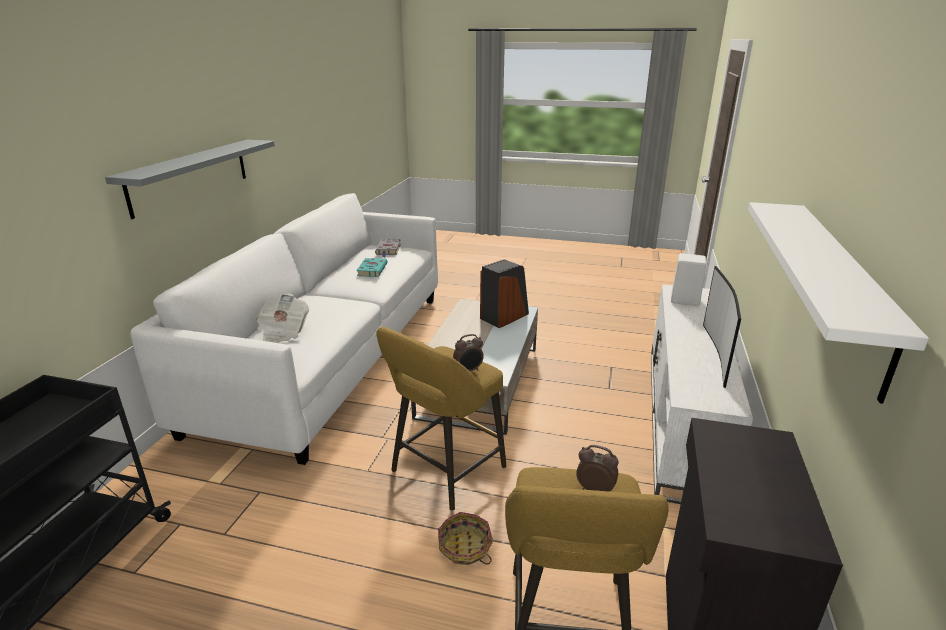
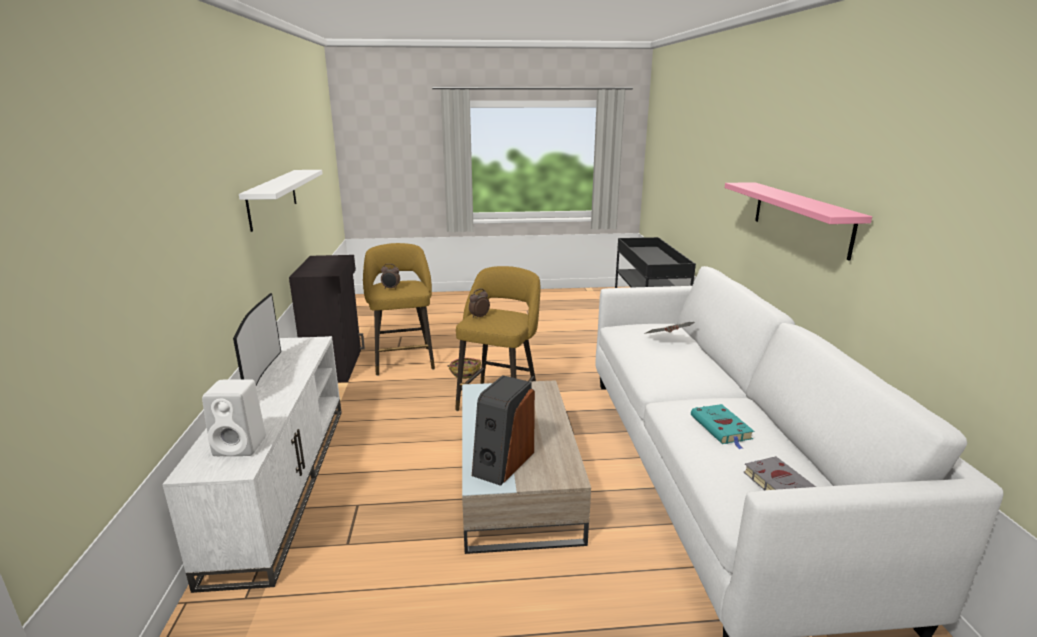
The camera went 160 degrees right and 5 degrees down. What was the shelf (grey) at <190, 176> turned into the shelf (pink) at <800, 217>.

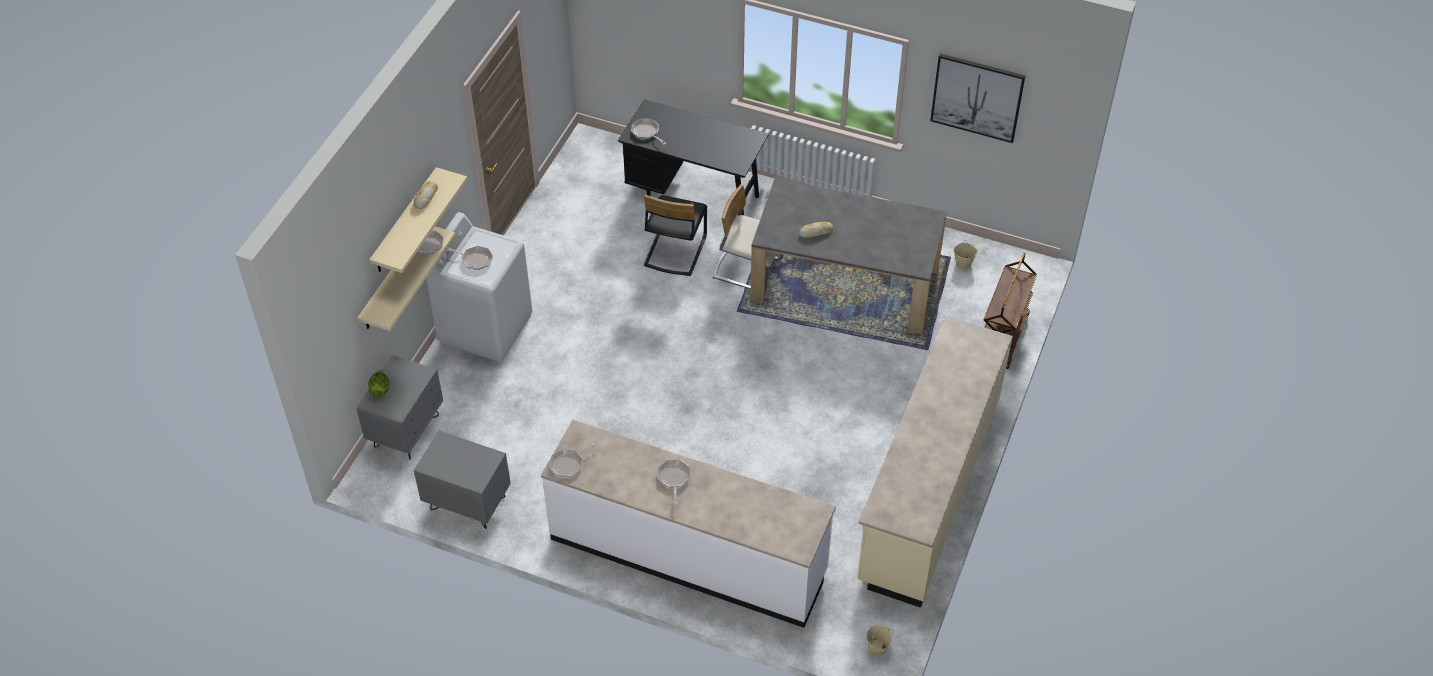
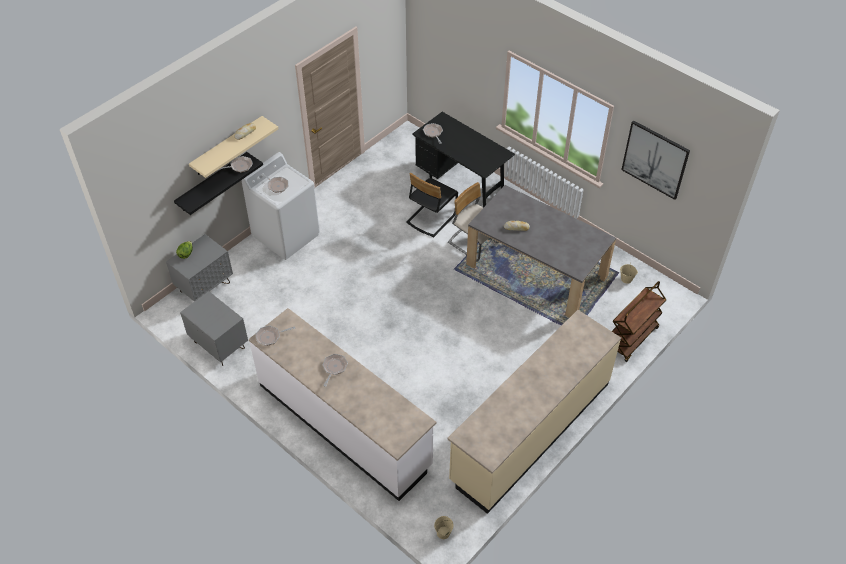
The camera went 20 degrees right and 0 degrees up. What was the shelf (beige) at <393, 278> turned into the shelf (black) at <212, 182>.

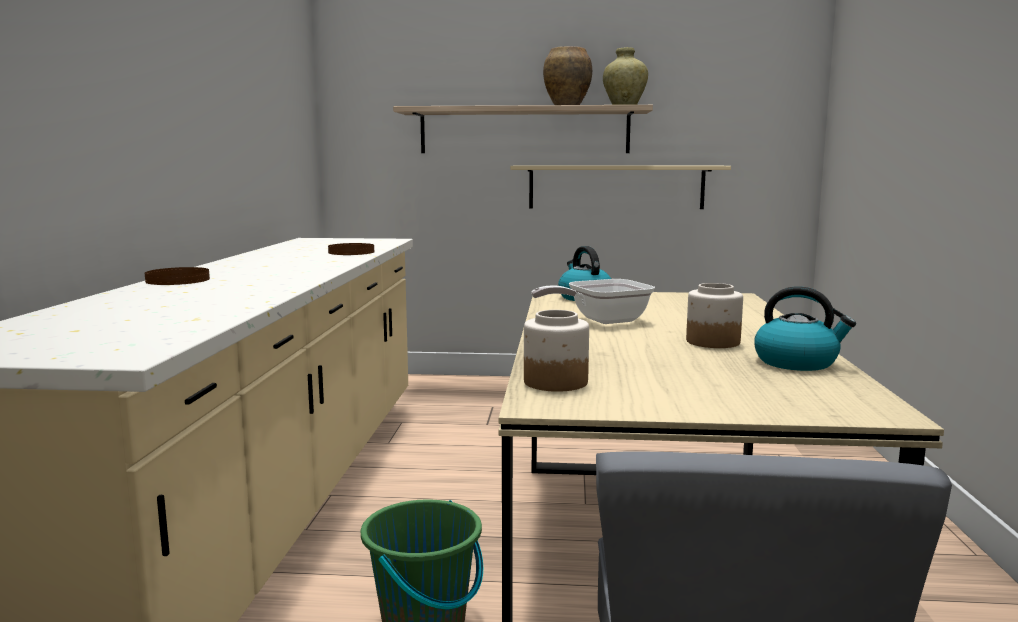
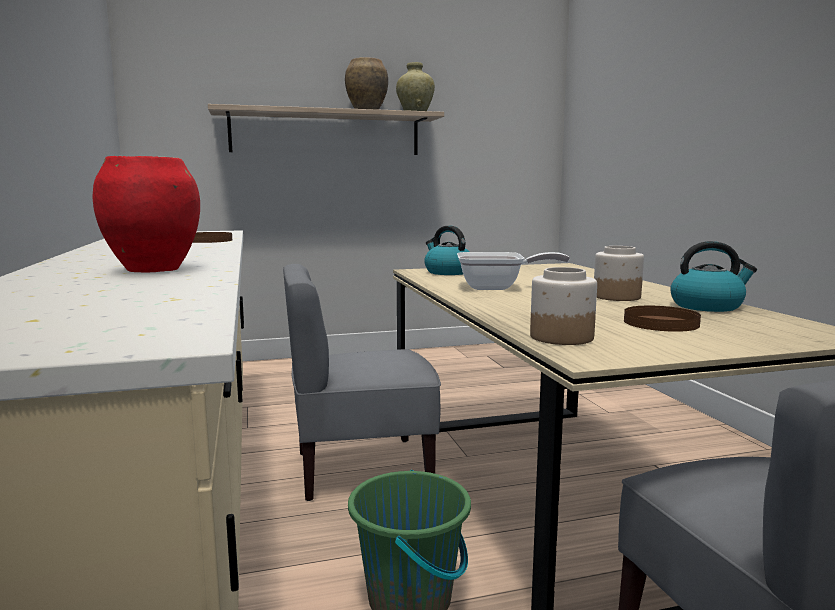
The camera went 20 degrees left and 0 degrees up. The second view lost the shelf (beige) at <616, 187>. The plate (brown) ended up elsewhere, having gone from <177, 280> to <661, 323>. The frying pan at <601, 321> ended up facing another way, 135 degrees counterclockwise from before. The second view gained the vase (red) at <154, 270>. The second view gained the chair (grey) at <361, 469>.

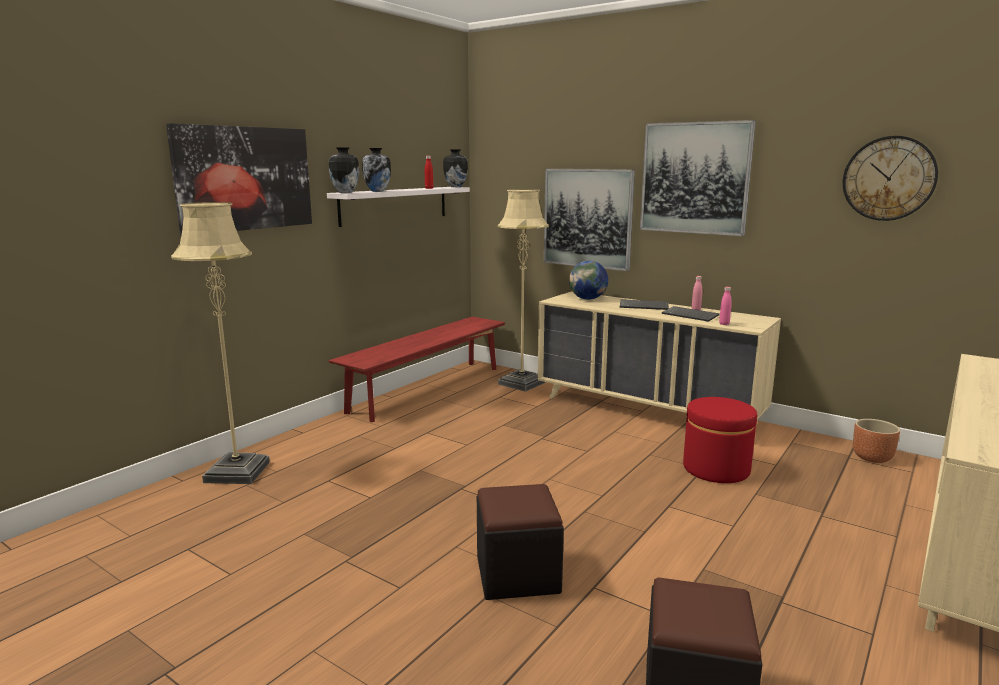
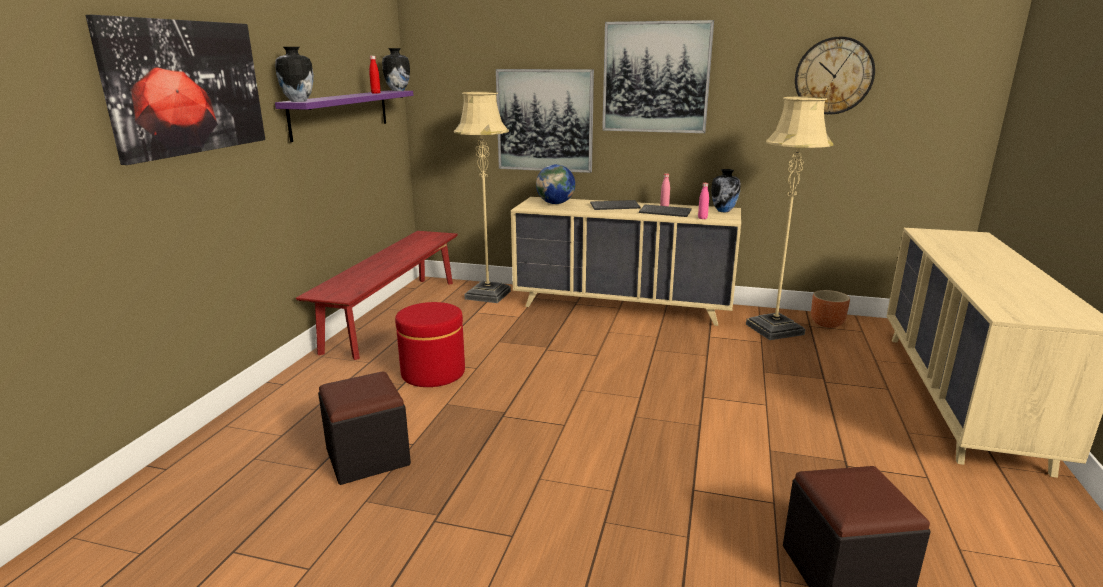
The camera went 20 degrees left and 5 degrees up. The vase ended up elsewhere, having gone from <378, 191> to <724, 211>. What was the shelf (white) at <395, 205> turned into the shelf (purple) at <341, 113>. The floor lamp (beige) ended up elsewhere, having gone from <237, 472> to <774, 329>. The ottoman (red) ended up elsewhere, having gone from <716, 469> to <433, 373>. The ottoman (black) ended up elsewhere, having gone from <517, 574> to <367, 457>.

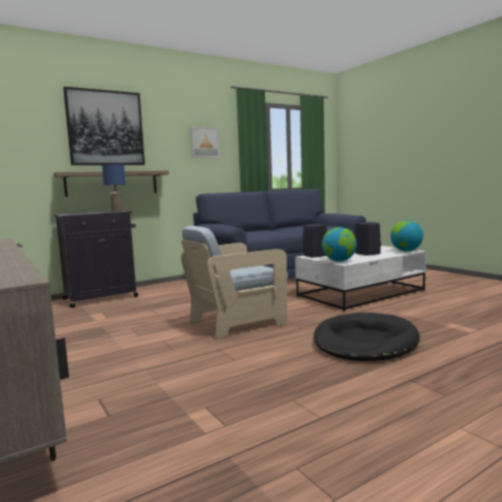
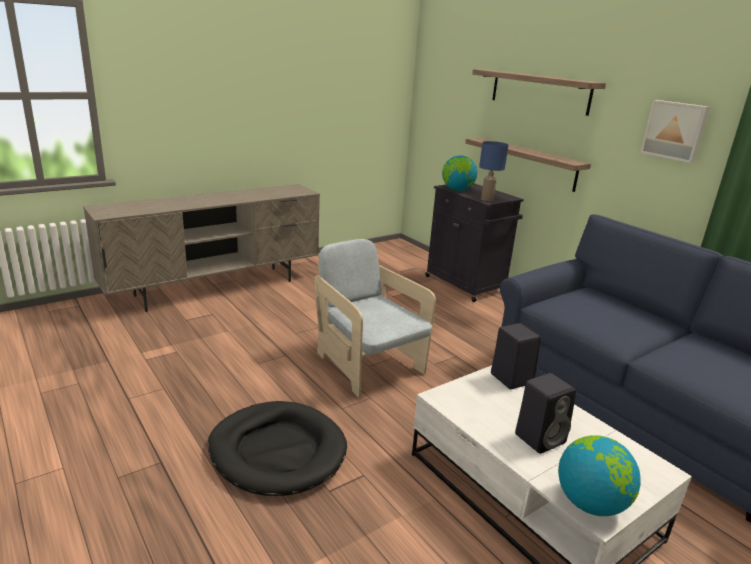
The camera went 85 degrees right and 15 degrees up. Where the picture hung at <105, 128>, the shelf came to hang at <539, 91>. The globe ended up elsewhere, having gone from <339, 261> to <457, 190>.

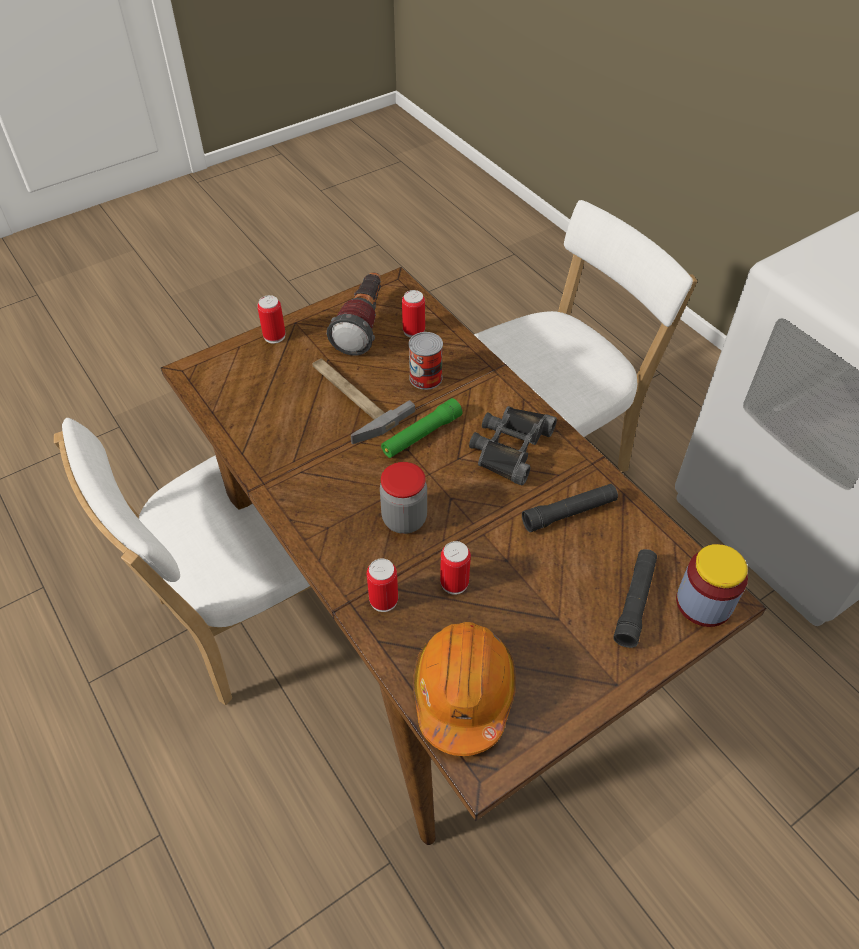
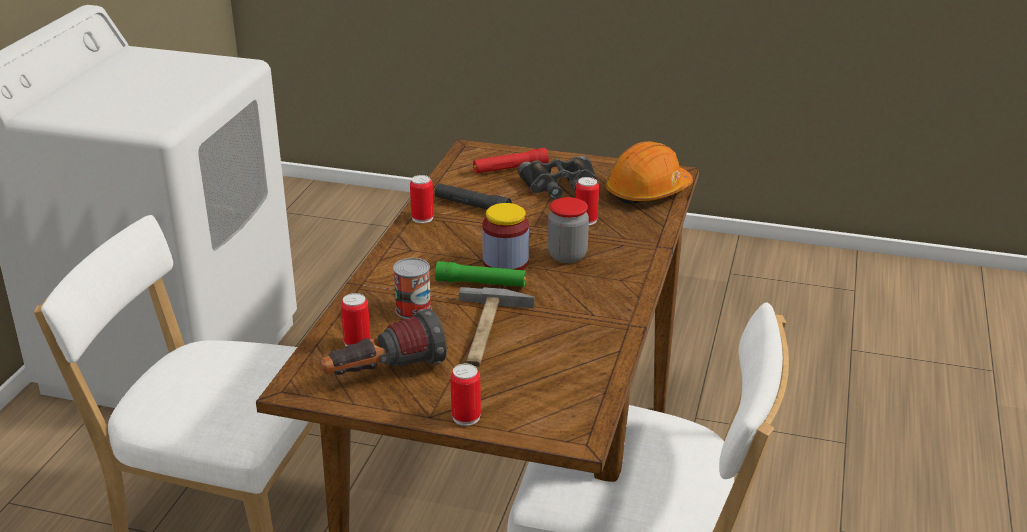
The camera went 130 degrees left and 20 degrees down. The binoculars (black) ended up elsewhere, having gone from <509, 447> to <560, 185>. The jar ended up elsewhere, having gone from <703, 603> to <505, 262>. What was the flashlight (black) at <635, 602> turned into the flashlight (red) at <510, 169>. The can ended up elsewhere, having gone from <383, 600> to <422, 218>.

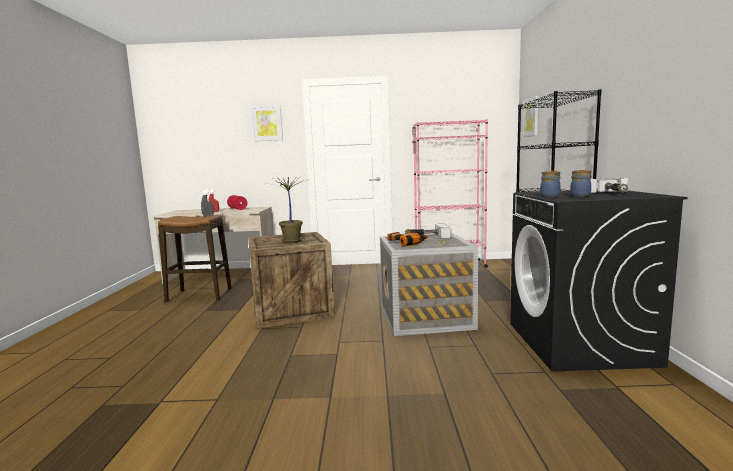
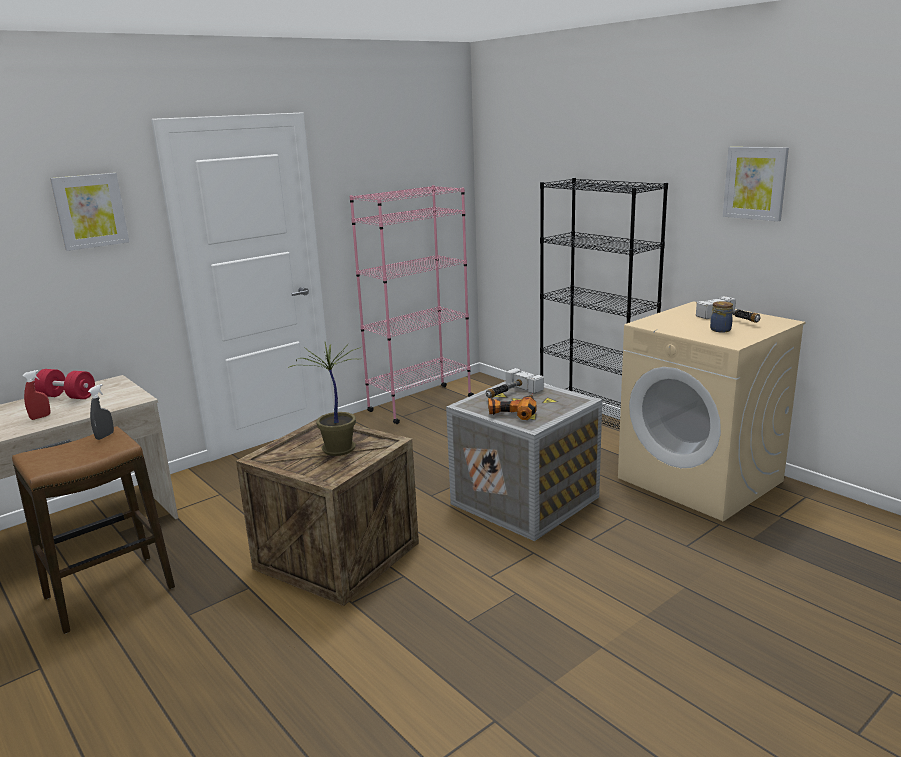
The camera went 40 degrees left and 10 degrees up. The picture ended up elsewhere, having gone from <531, 117> to <755, 183>. The second view lost the jar at <550, 196>. What was the washing machine (black) at <580, 344> turned into the washing machine (beige) at <701, 480>.

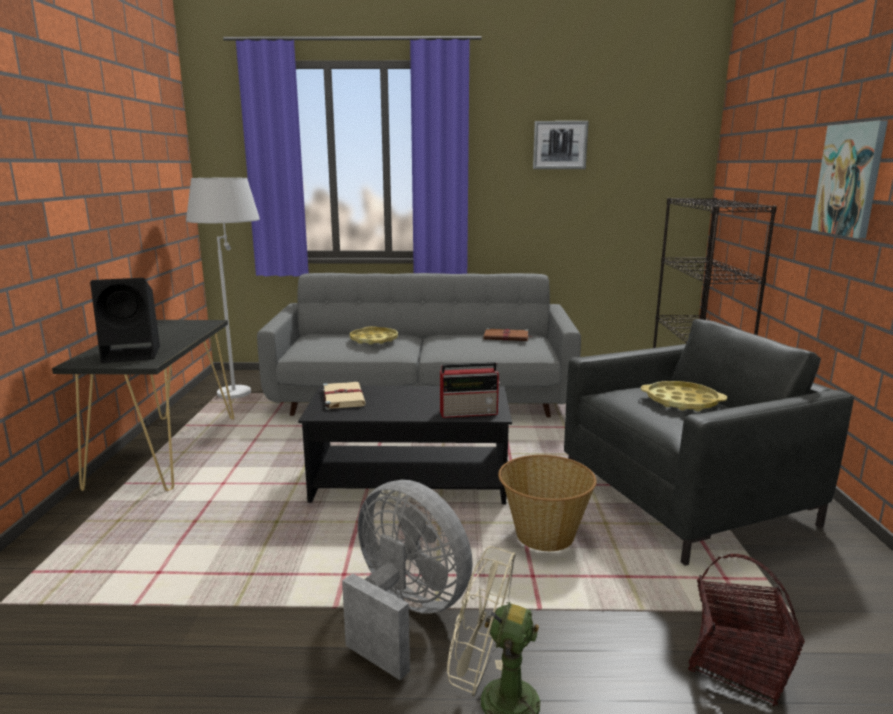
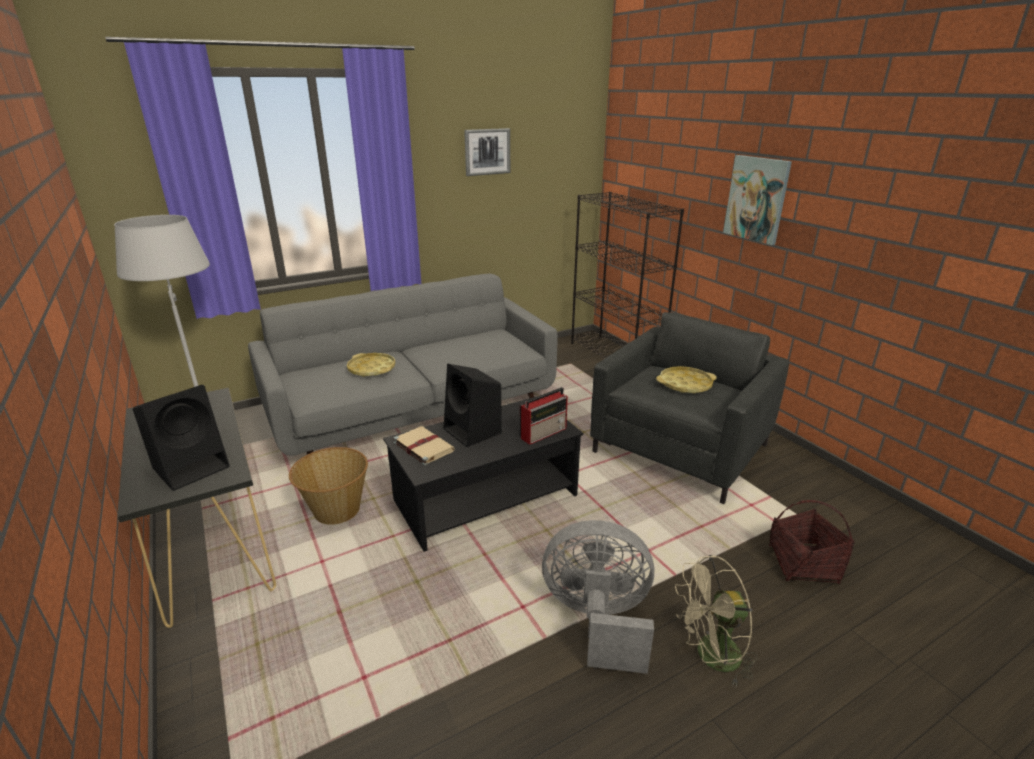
The camera went 30 degrees left and 10 degrees up. The second view lost the book (brown) at <507, 337>. The basket ended up elsewhere, having gone from <543, 536> to <336, 510>. The second view gained the speaker (black) at <473, 431>.

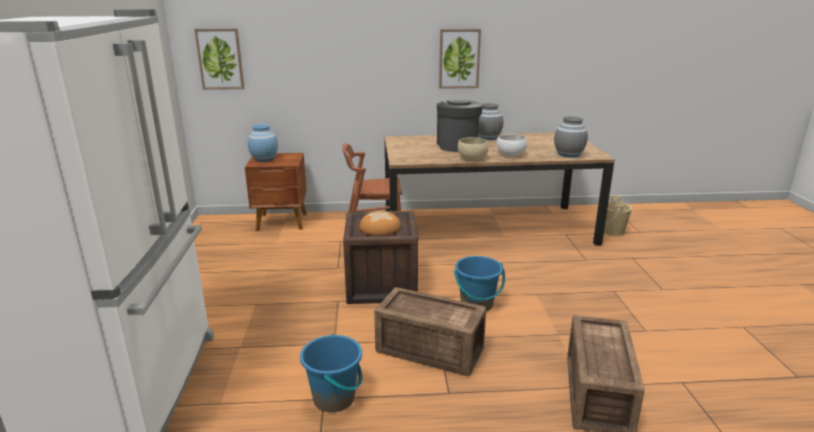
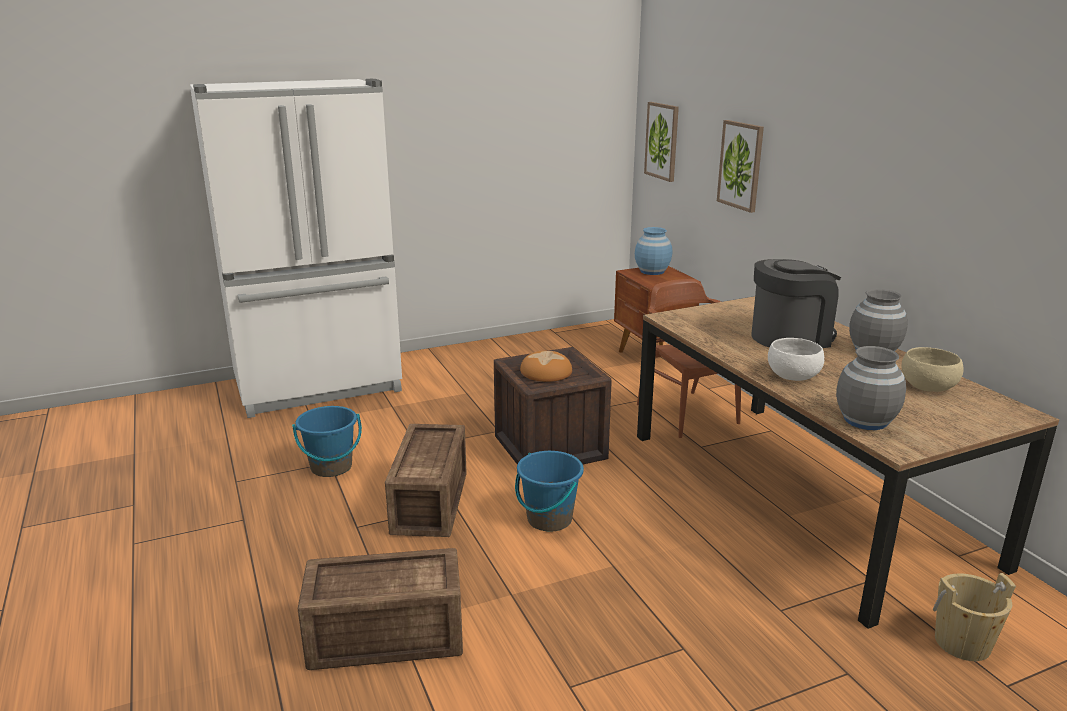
The camera went 70 degrees right and 0 degrees up. The picture ended up elsewhere, having gone from <459, 59> to <741, 165>. The bowl (beige) ended up elsewhere, having gone from <472, 158> to <928, 387>.

